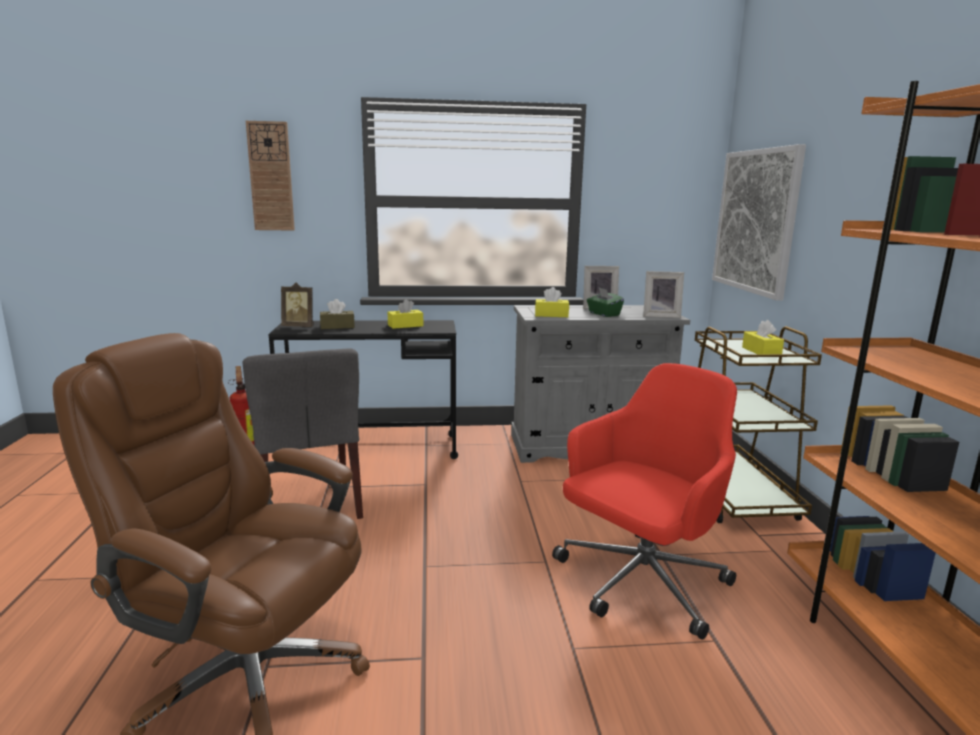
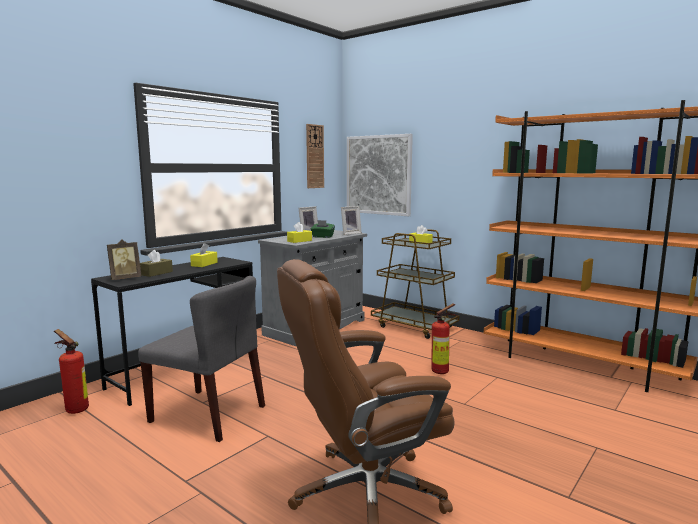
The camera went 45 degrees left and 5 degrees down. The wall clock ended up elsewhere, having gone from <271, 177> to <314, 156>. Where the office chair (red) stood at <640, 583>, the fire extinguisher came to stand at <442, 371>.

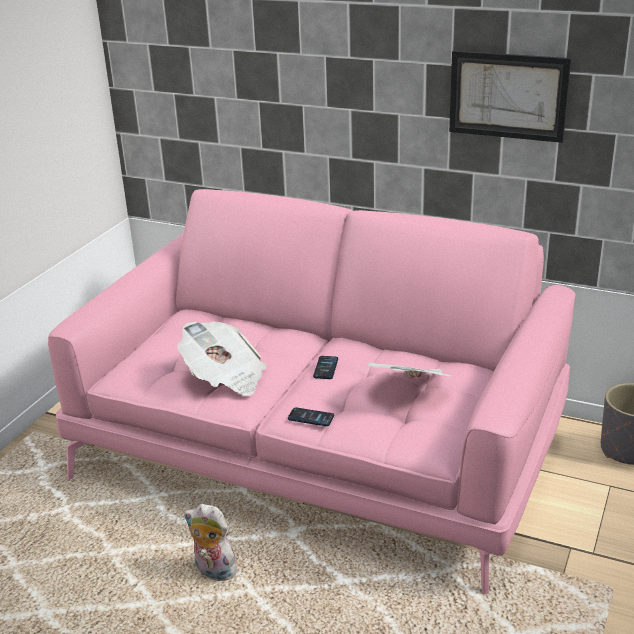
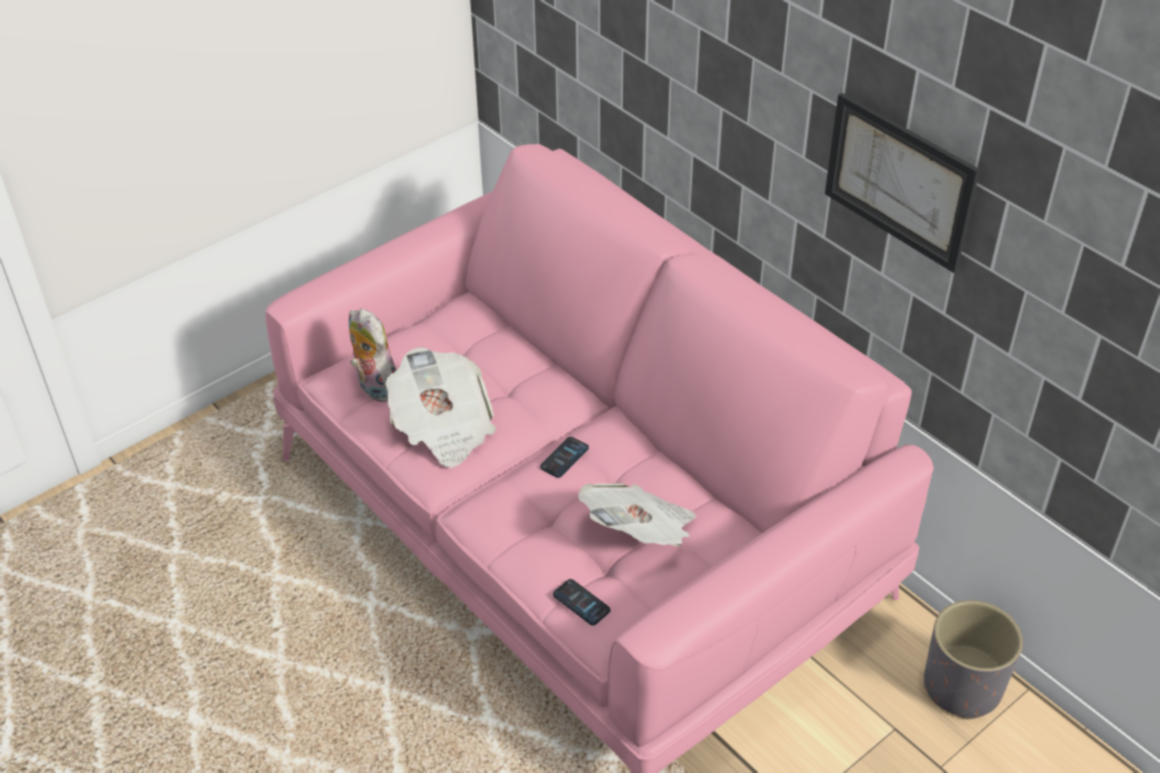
The camera went 25 degrees right and 15 degrees up. The phone ended up elsewhere, having gone from <311, 417> to <581, 603>. The plush toy ended up elsewhere, having gone from <213, 572> to <374, 387>.

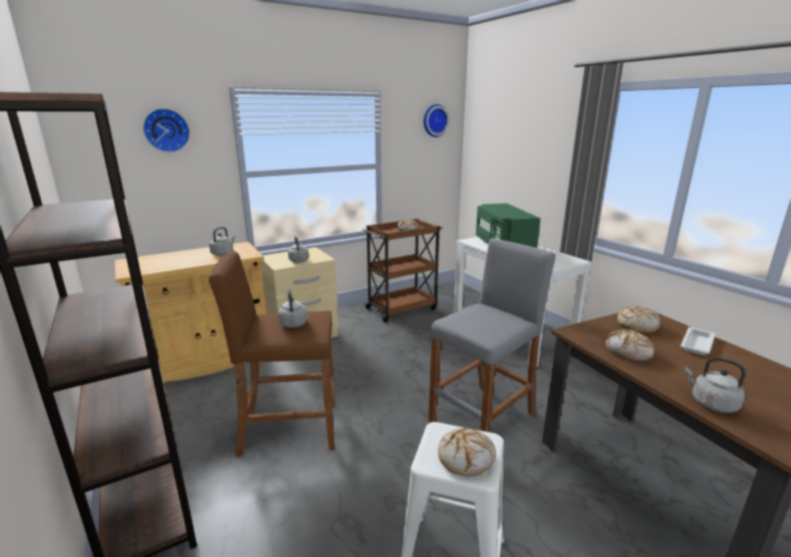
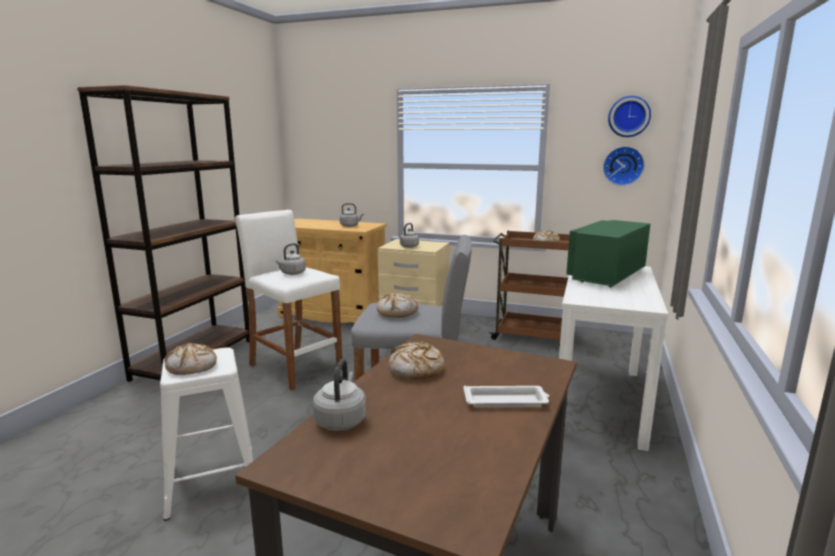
The camera went 50 degrees right and 5 degrees down. The wall clock ended up elsewhere, having gone from <166, 130> to <623, 165>. What was the stool (brown) at <288, 429> turned into the stool (white) at <295, 367>. The bread ended up elsewhere, having gone from <637, 325> to <397, 312>.

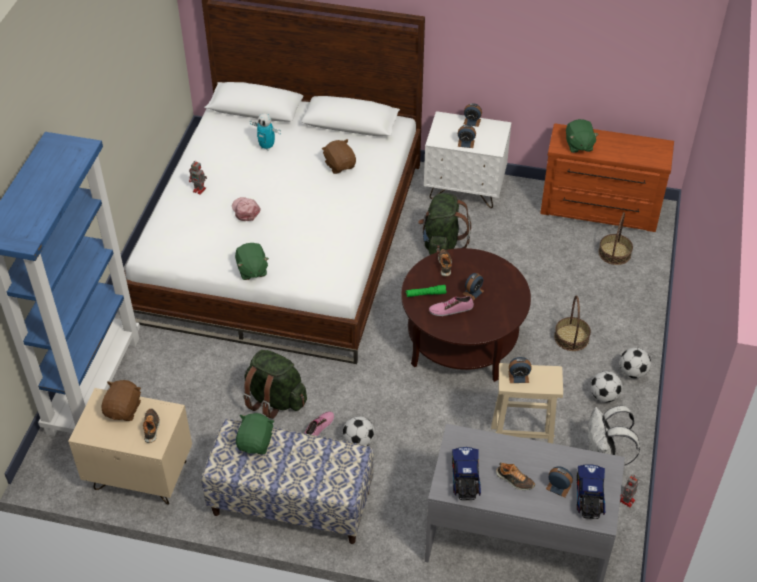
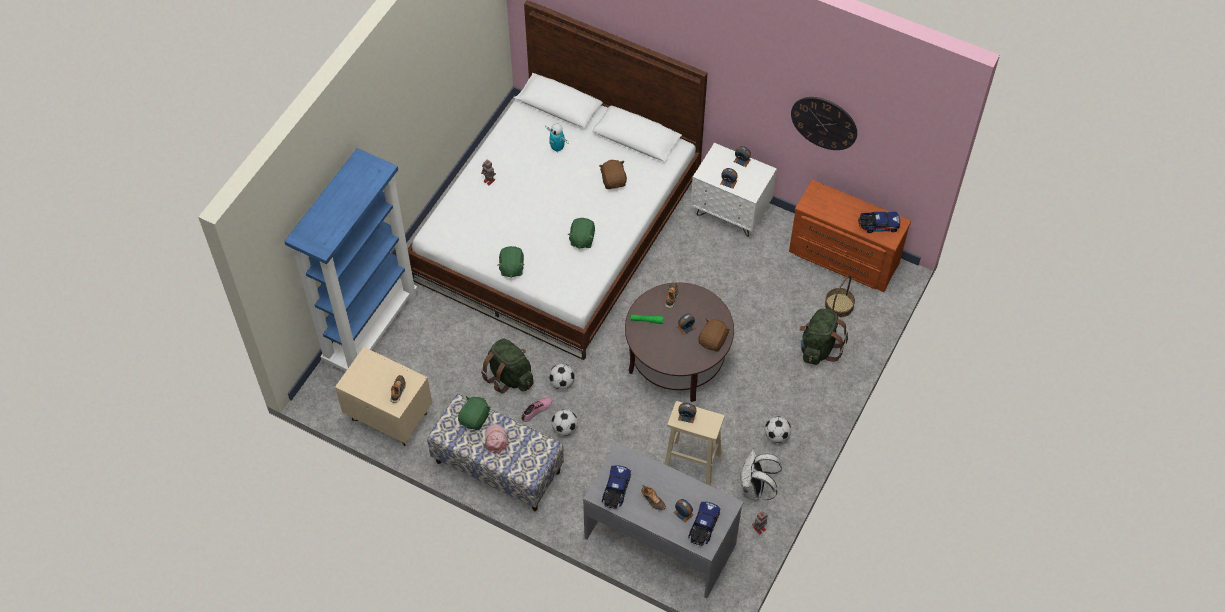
The camera went 15 degrees right and 10 degrees up. The plush toy (green) ended up elsewhere, having gone from <578, 145> to <581, 239>. The backpack (green) ended up elsewhere, having gone from <442, 243> to <818, 348>. The cap (pink) ended up elsewhere, having gone from <245, 210> to <496, 439>. The second view lost the basket at <571, 338>. The second view lost the shoe at <451, 309>. The football ended up elsewhere, having gone from <632, 372> to <562, 383>. The plush toy (brown) ended up elsewhere, having gone from <124, 409> to <713, 341>. The second view gained the wall clock at <824, 123>. The second view gained the toy truck at <877, 225>.

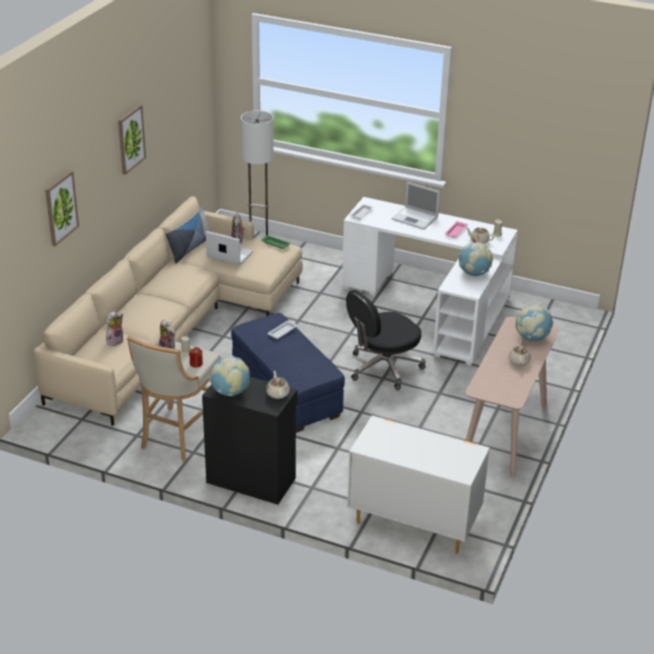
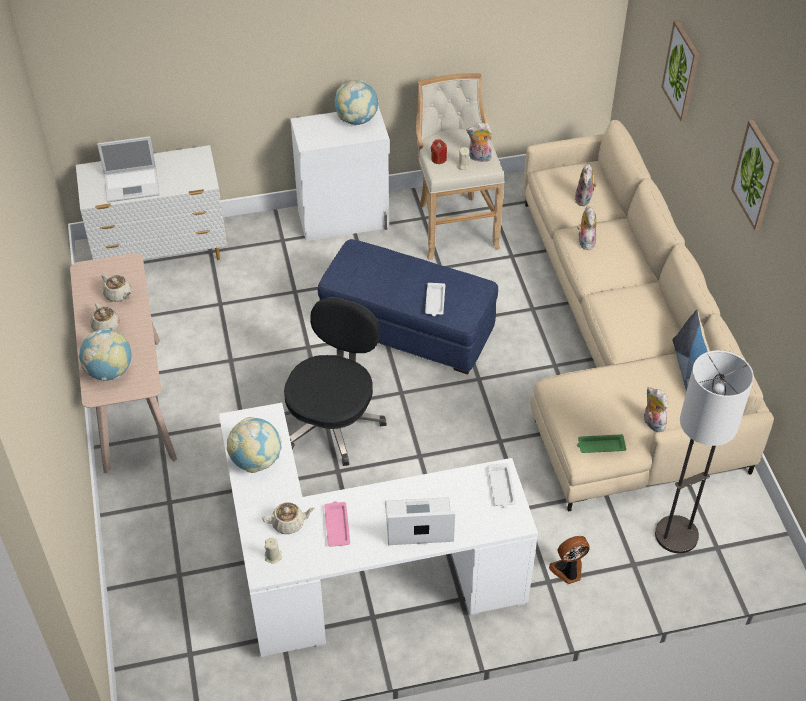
The camera went 145 degrees right and 15 degrees up. The laptop ended up elsewhere, having gone from <229, 255> to <133, 184>. The teapot (beige) ended up elsewhere, having gone from <277, 393> to <118, 295>. What was the cabinet (black) at <251, 479> turned into the cabinet (white) at <344, 220>. The second view gained the plush toy at <585, 241>. The second view gained the fan at <568, 571>.

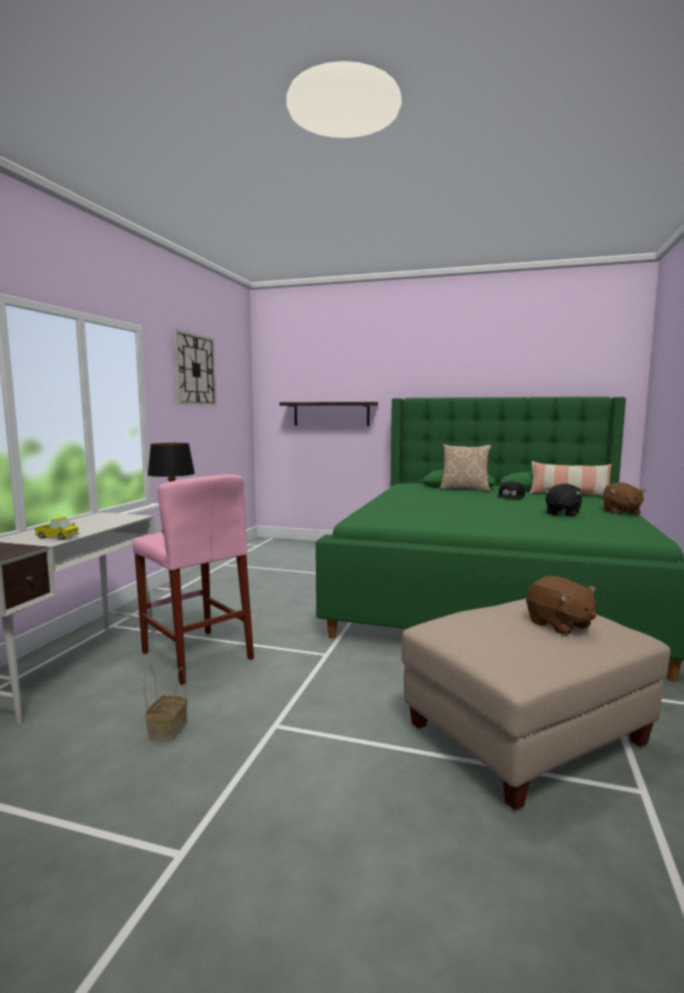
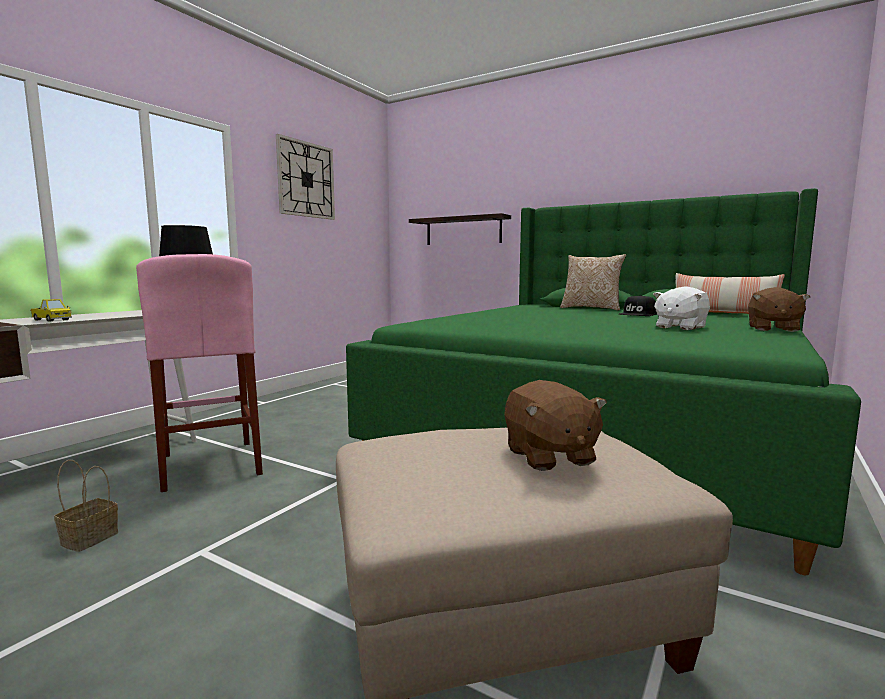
The camera went 15 degrees right and 0 degrees up. What was the plush toy (black) at <562, 513> turned into the plush toy (white) at <680, 327>.

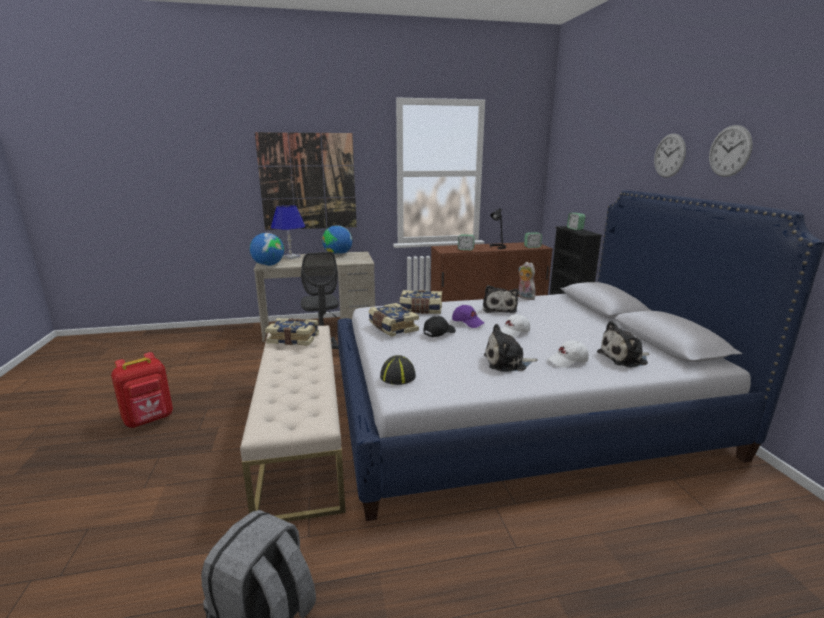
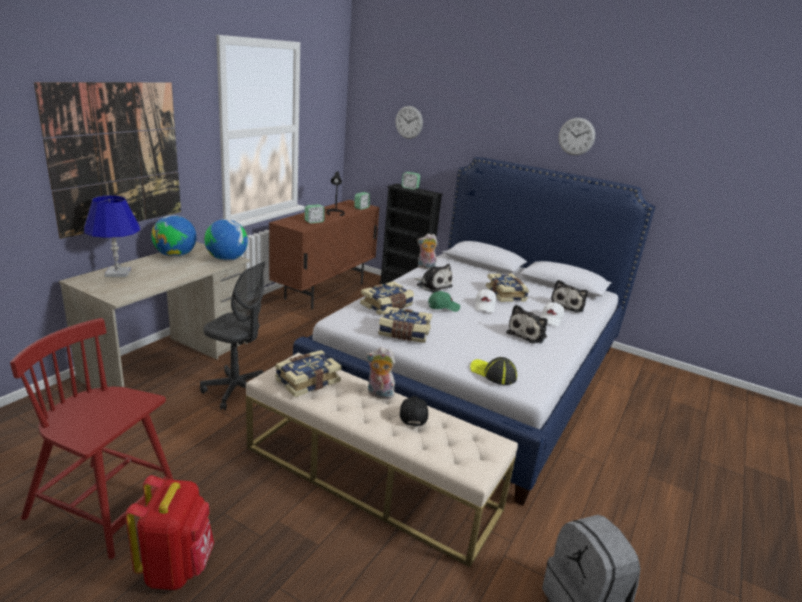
The camera went 50 degrees left and 5 degrees up. The wall clock ended up elsewhere, having gone from <669, 155> to <409, 122>. The globe ended up elsewhere, having gone from <268, 265> to <227, 259>. What was the cap (purple) at <468, 322> turned into the cap (green) at <443, 307>. The cap (black) ended up elsewhere, having gone from <439, 333> to <412, 415>. The second view gained the book at <506, 294>. The second view gained the chair (red) at <105, 508>. The second view gained the plush toy at <379, 394>.

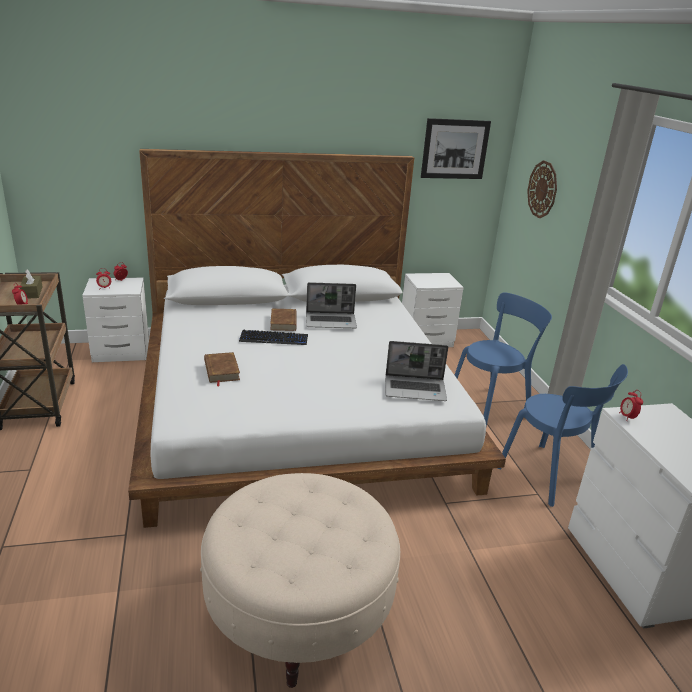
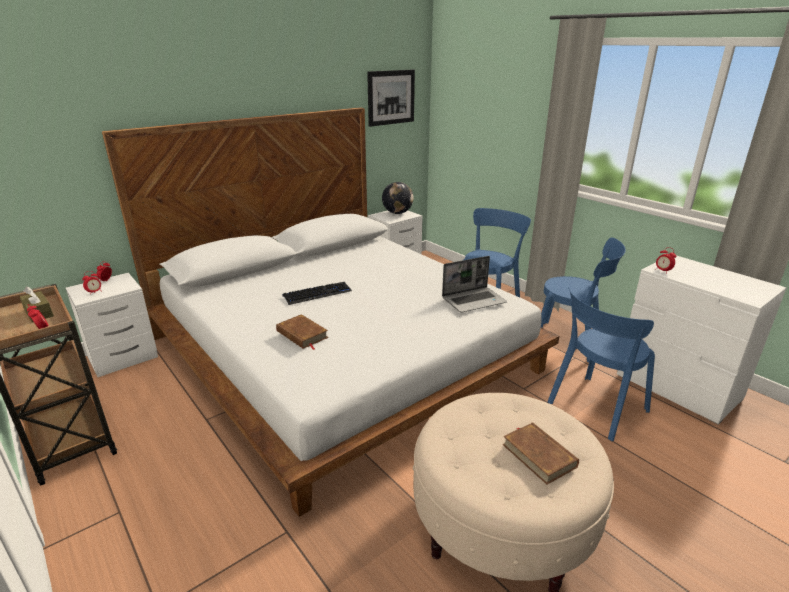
The camera went 25 degrees left and 0 degrees up. The second view lost the wall clock at <542, 189>. The second view lost the laptop at <331, 321>. The book (brown) ended up elsewhere, having gone from <284, 322> to <539, 455>. The second view gained the globe at <397, 213>. The second view gained the chair (blue) at <595, 408>.

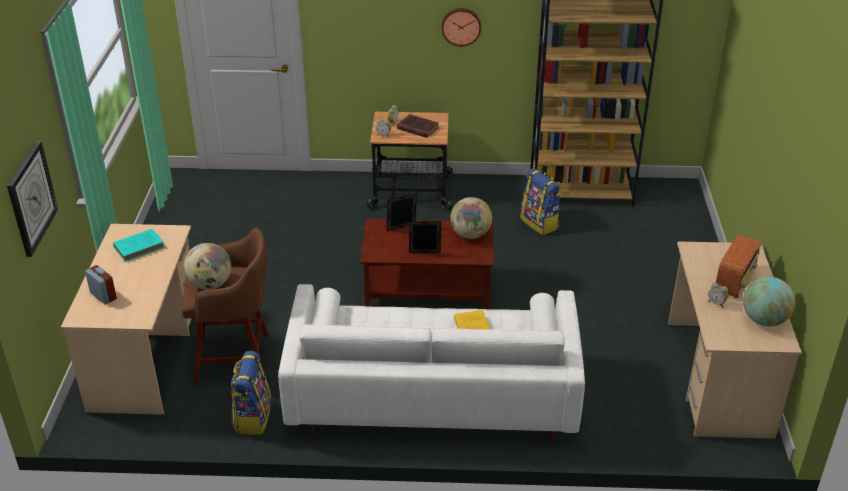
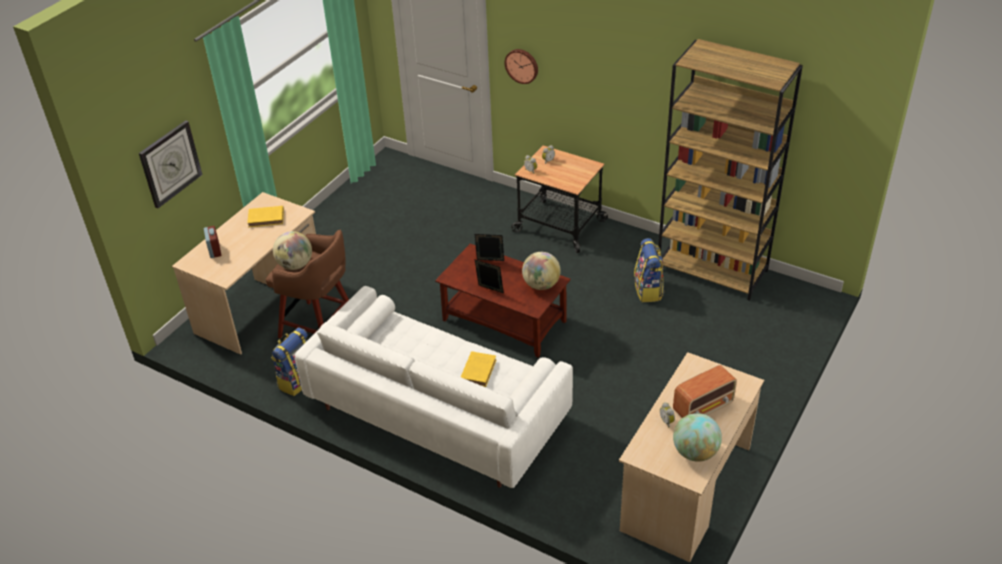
The camera went 30 degrees right and 5 degrees up. The wall clock ended up elsewhere, having gone from <461, 26> to <522, 65>. The second view lost the book (brown) at <417, 128>. What was the book (turquoise) at <140, 247> turned into the book (yellow) at <267, 218>.

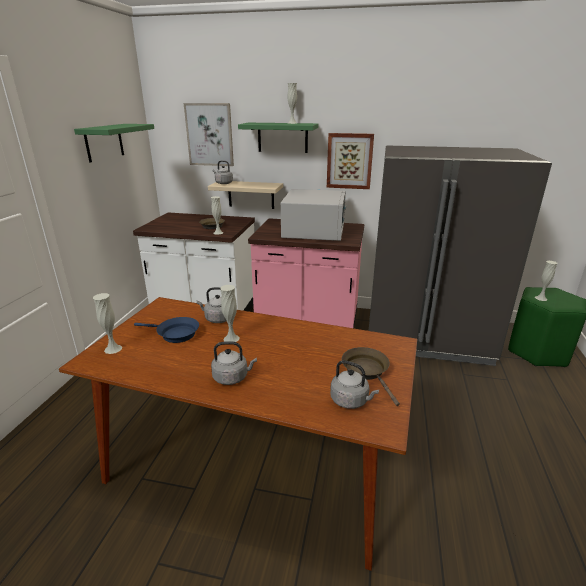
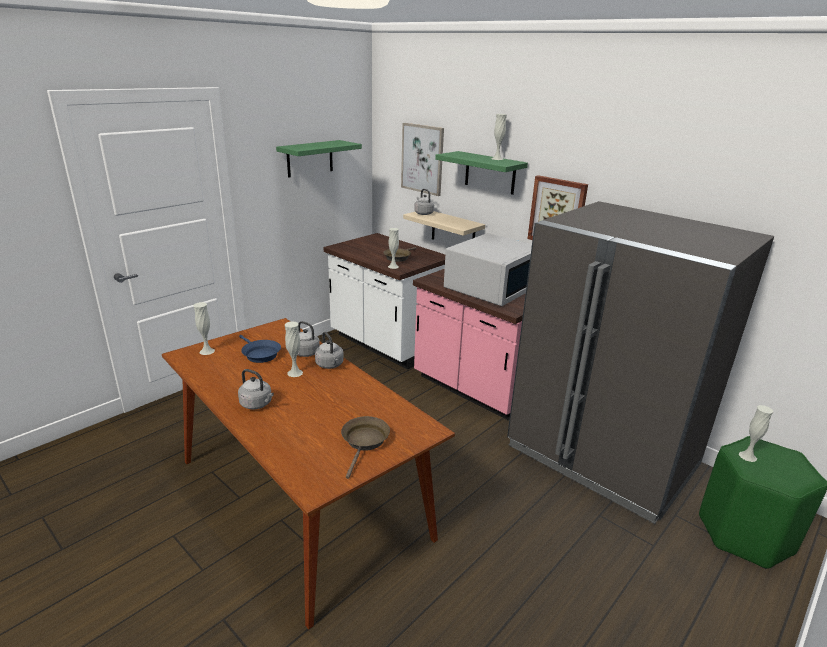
The camera went 30 degrees right and 0 degrees up. The kettle (grey) ended up elsewhere, having gone from <351, 401> to <330, 365>.

